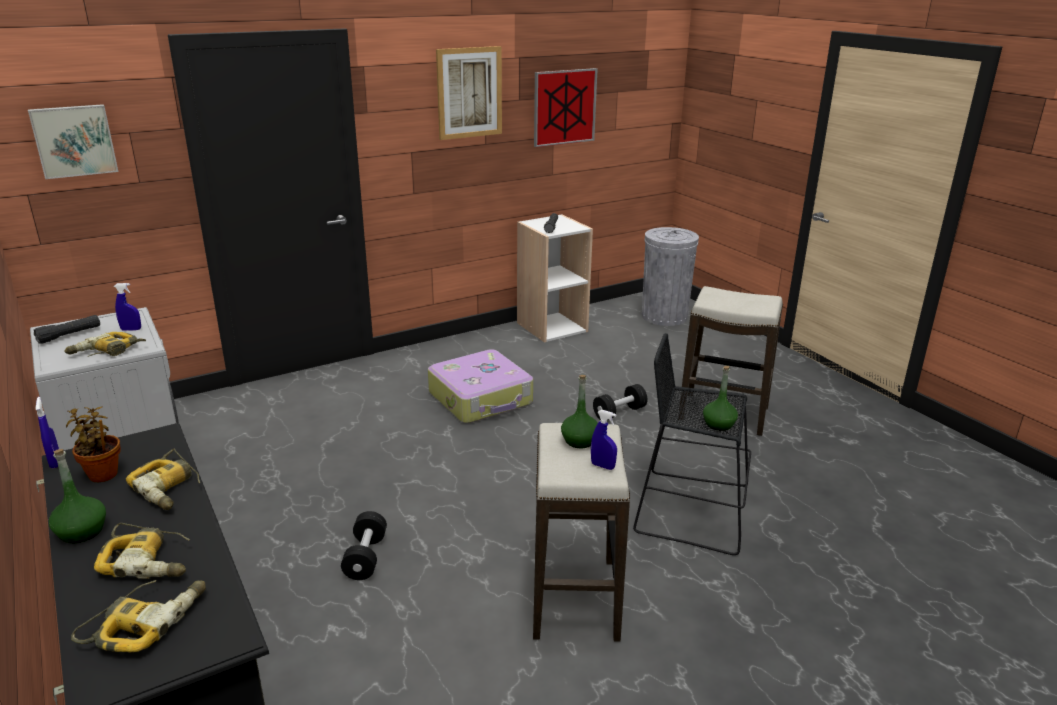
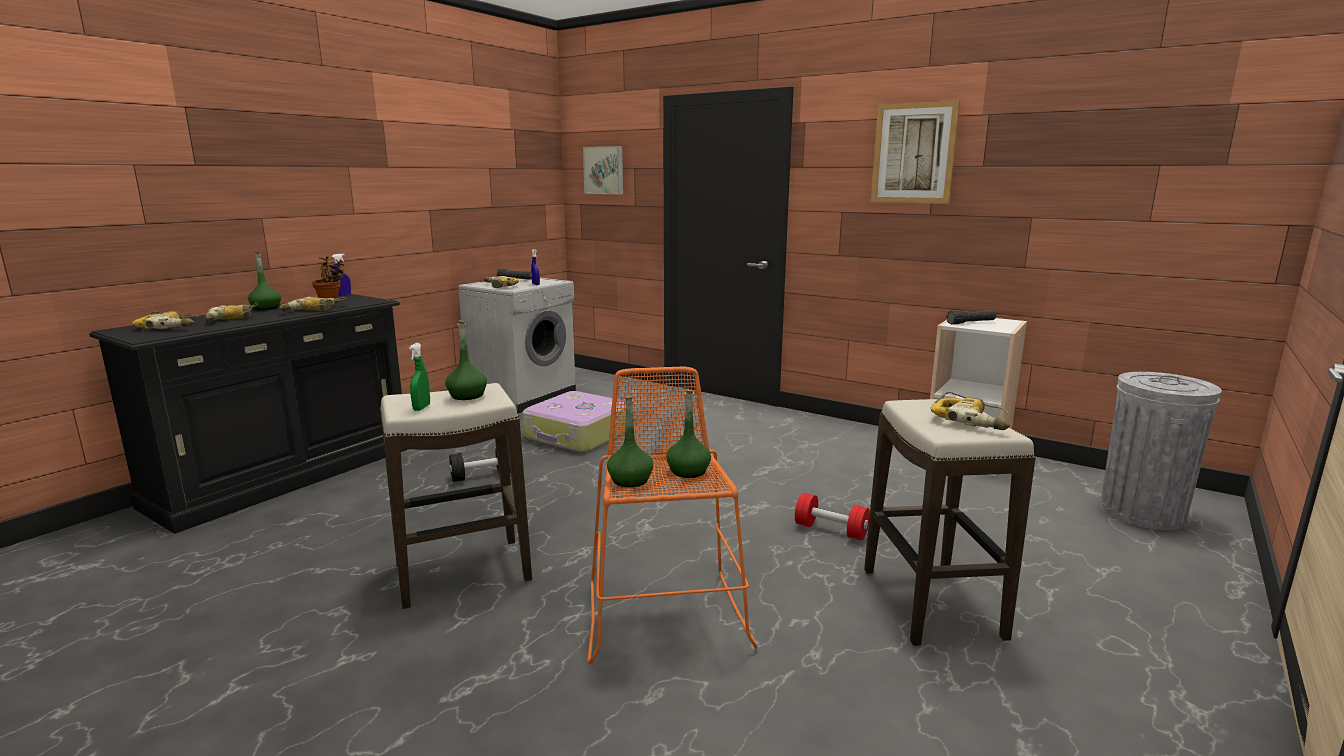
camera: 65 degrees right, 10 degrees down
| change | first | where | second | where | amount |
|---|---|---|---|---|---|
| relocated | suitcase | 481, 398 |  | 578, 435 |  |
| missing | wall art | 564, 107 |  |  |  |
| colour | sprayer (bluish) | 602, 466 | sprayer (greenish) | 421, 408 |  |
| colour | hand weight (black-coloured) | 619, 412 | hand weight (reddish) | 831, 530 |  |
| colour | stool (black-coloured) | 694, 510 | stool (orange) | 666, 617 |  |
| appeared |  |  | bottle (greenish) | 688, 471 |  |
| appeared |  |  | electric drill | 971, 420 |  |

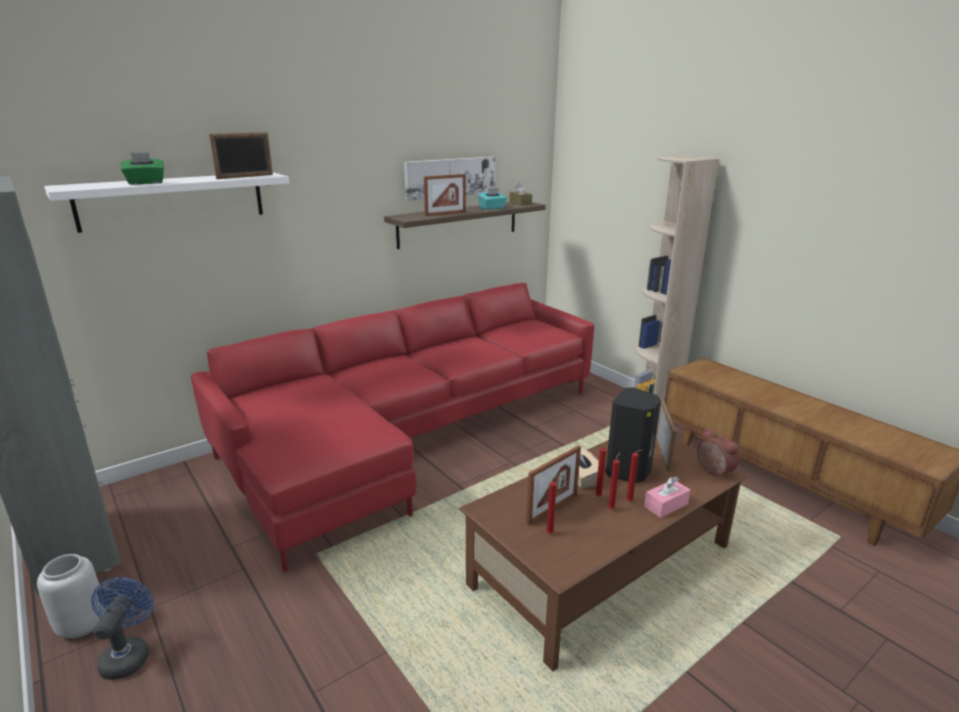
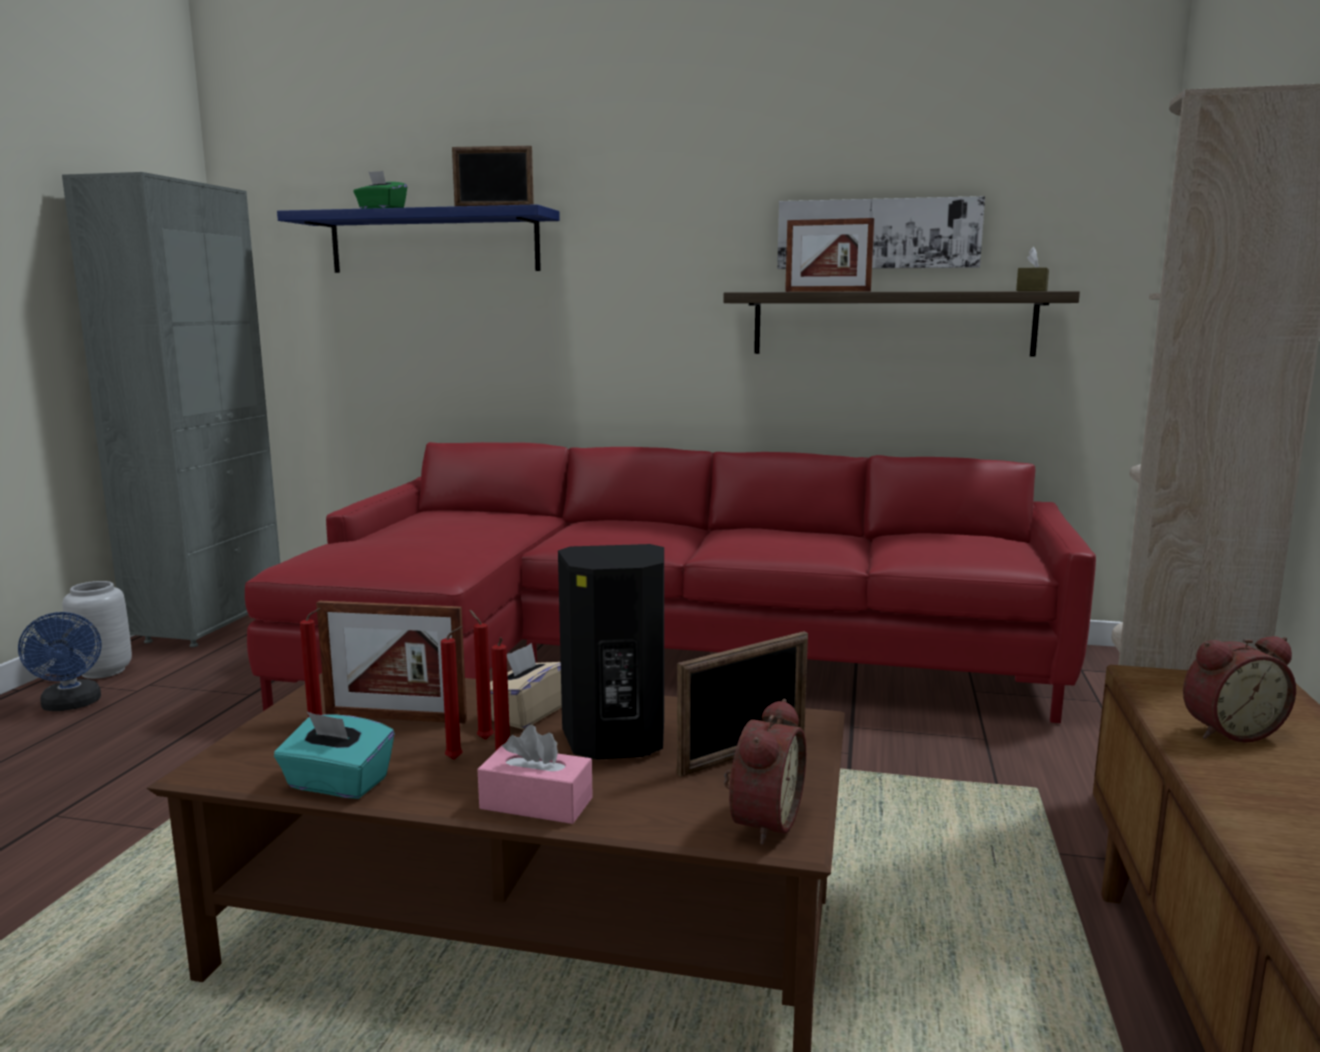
camera: 50 degrees right, 10 degrees down
| change | first | where | second | where | amount |
|---|---|---|---|---|---|
| colour | bracket shelf (whitish) | 173, 200 | bracket shelf (bluish) | 434, 243 |  |
| spun | electric fan (bluish) | 128, 654 |  | 71, 705 | 105 degrees clockwise |
| relocated | tissue holder (turquoise-coloured) | 492, 208 |  | 337, 784 |  |
| appeared |  |  | bedside clock | 1228, 731 |  |

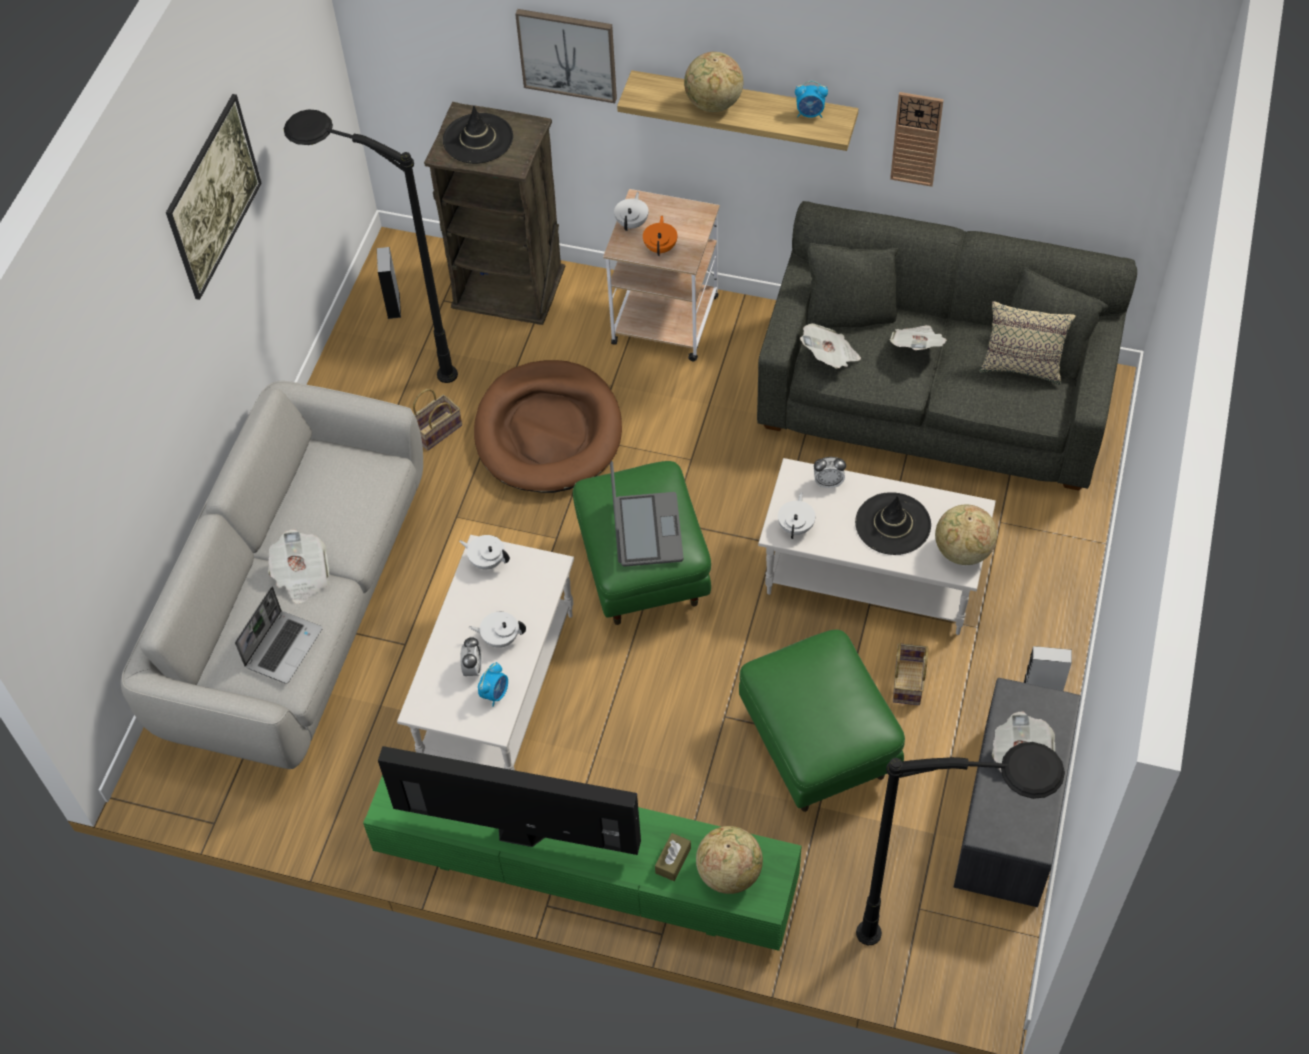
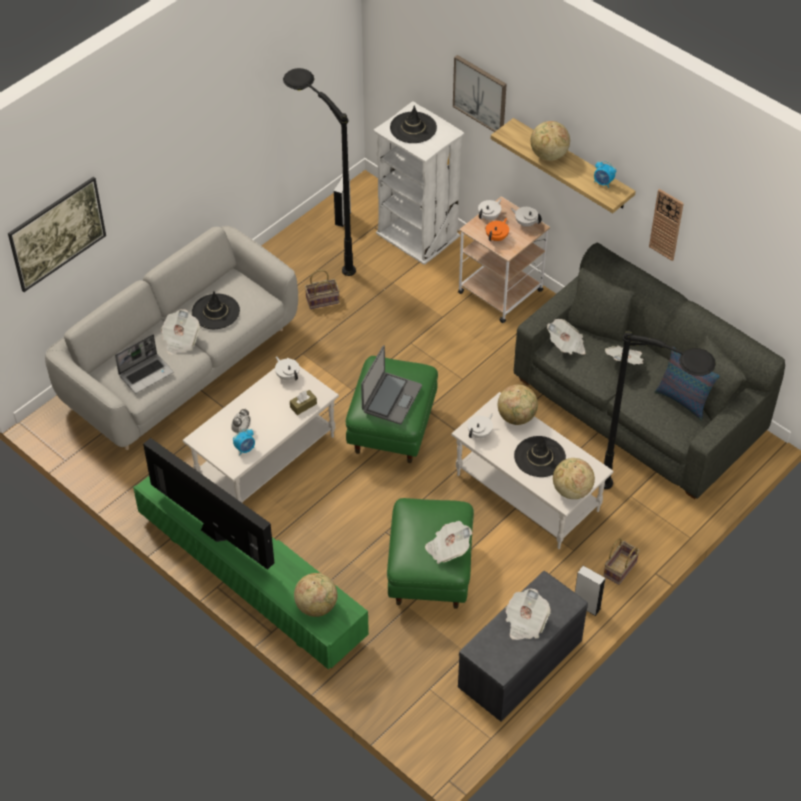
camera: 25 degrees right, 5 degrees down
| change | first | where | second | where | amount |
|---|---|---|---|---|---|
| relocated | wall art | 220, 218 |  | 60, 248 |  |
| colour | bookshelf (brown) | 509, 287 | bookshelf (whitish) | 418, 235 |  |
| relocated | teapot (whitish) | 500, 638 |  | 525, 223 |  |
| missing | pet bed (brown) | 548, 431 |  |  |  |
| relocated | tissue holder (brown) | 673, 860 |  | 303, 405 |  |
| exchanged | bedside clock | 828, 482 | globe | 516, 417 |  |
| relocated | standard lamp (black-coloured) | 949, 941 |  | 648, 505 |  |
| relocated | storage basket | 909, 683 |  | 620, 569 |  |
| colour | pillow (beige-coloured) | 1021, 369 | pillow (bluish) | 682, 401 |  |
| appeared |  |  | clothing hat (black-coloured) | 215, 312 |  |
| appeared |  |  | printed paper | 447, 549 |  |

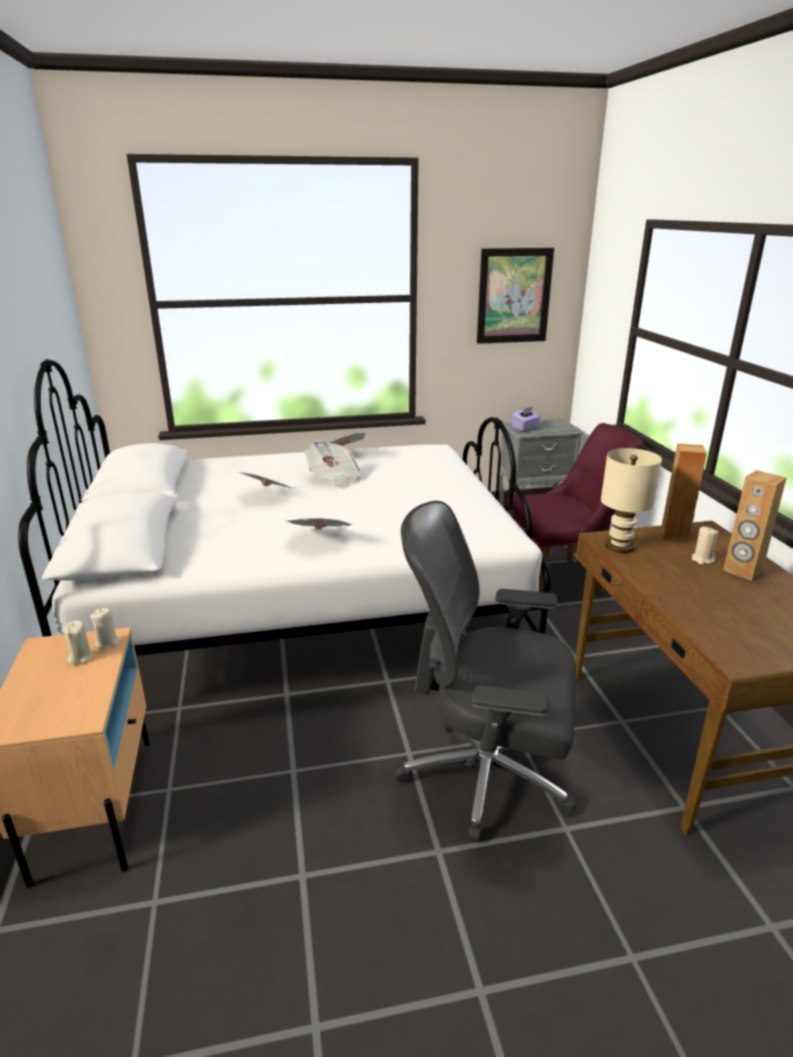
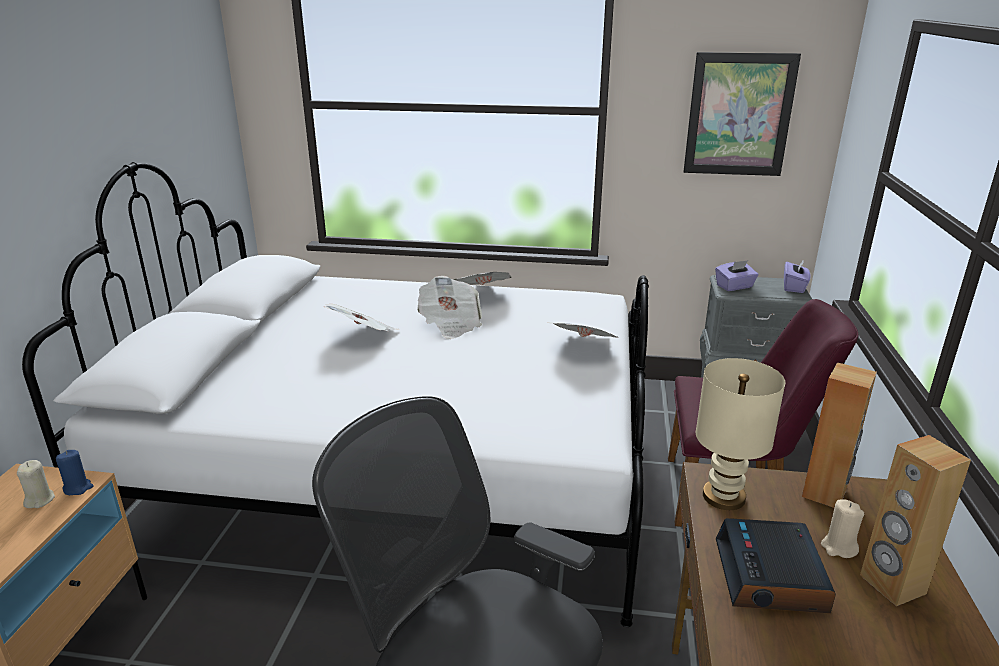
camera: 20 degrees right, 0 degrees up
| change | first | where | second | where | amount |
|---|---|---|---|---|---|
| colour | candle (beige-coloured) | 108, 643 | candle (bluish) | 78, 488 |  |
| relocated | printed paper | 320, 539 |  | 584, 348 |  |
| appeared |  |  | bedside clock | 771, 577 |  |
| appeared |  |  | tissue holder (purple-coloured) | 794, 287 |  |

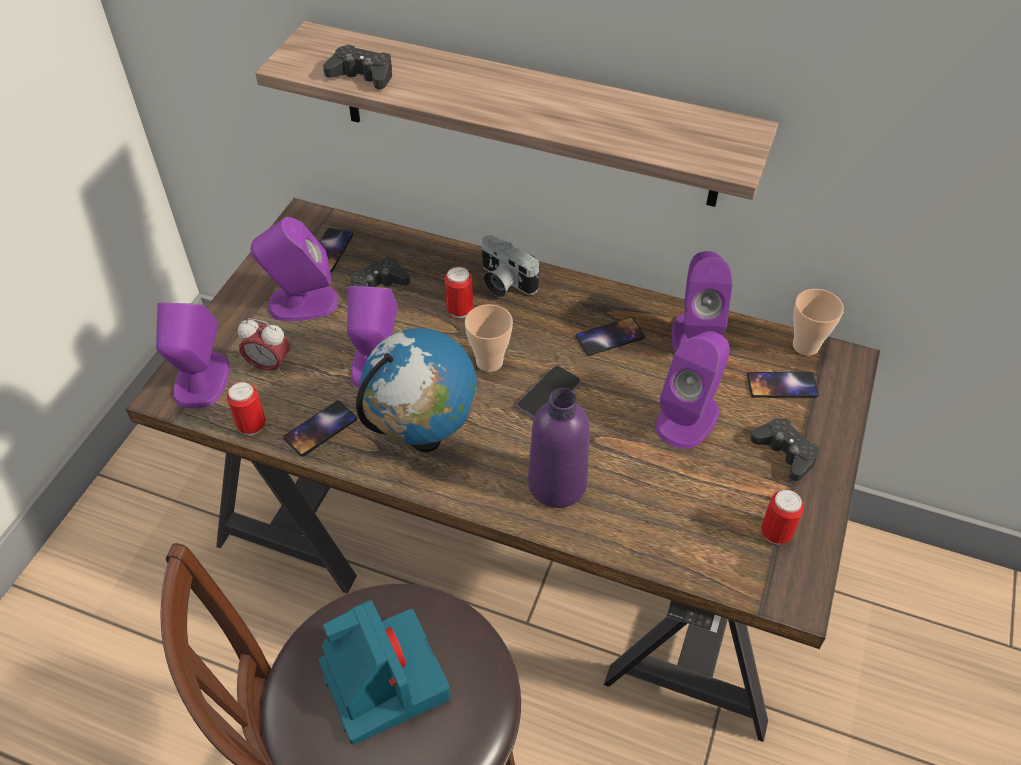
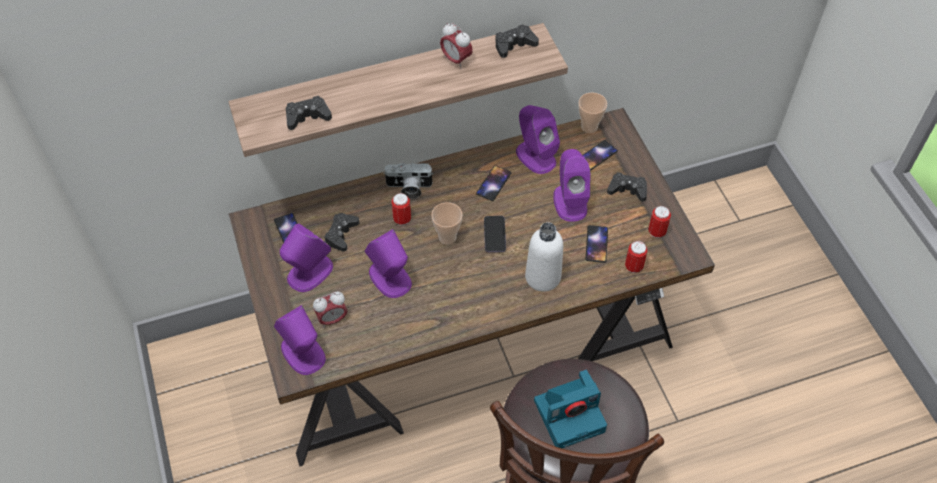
camera: 40 degrees left, 5 degrees up
| change | first | where | second | where | amount |
|---|---|---|---|---|---|
| relocated | can | 252, 426 |  | 633, 267 |  |
| relocated | handset | 320, 429 |  | 596, 244 |  |
| spun | photo camera | 382, 678 |  | 570, 414 | 135 degrees clockwise |
| missing | globe | 424, 438 |  |  |  |
| colour | bottle (purple-coloured) | 557, 484 | bottle (whitish) | 543, 277 |  |
| appeared |  |  | bedside clock | 456, 60 |  |
| appeared |  |  | gamepad (black-coloured) | 514, 45 |  |

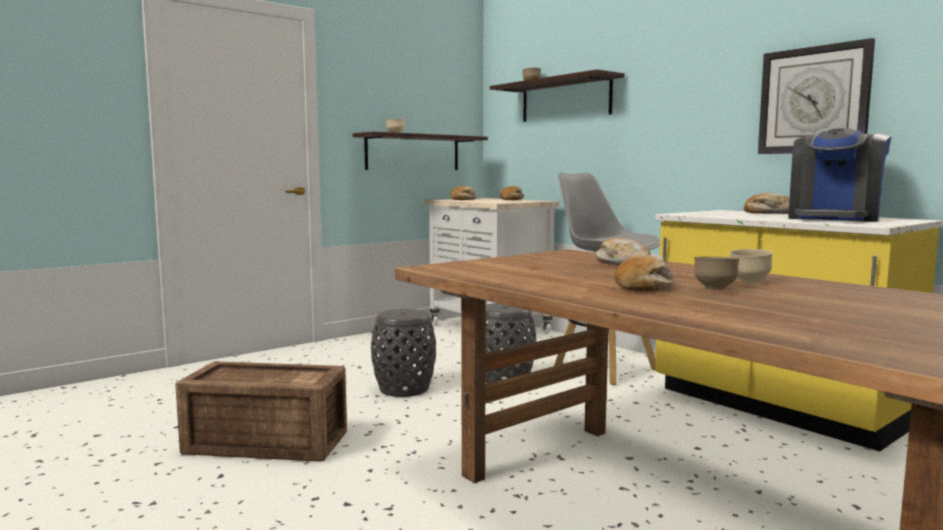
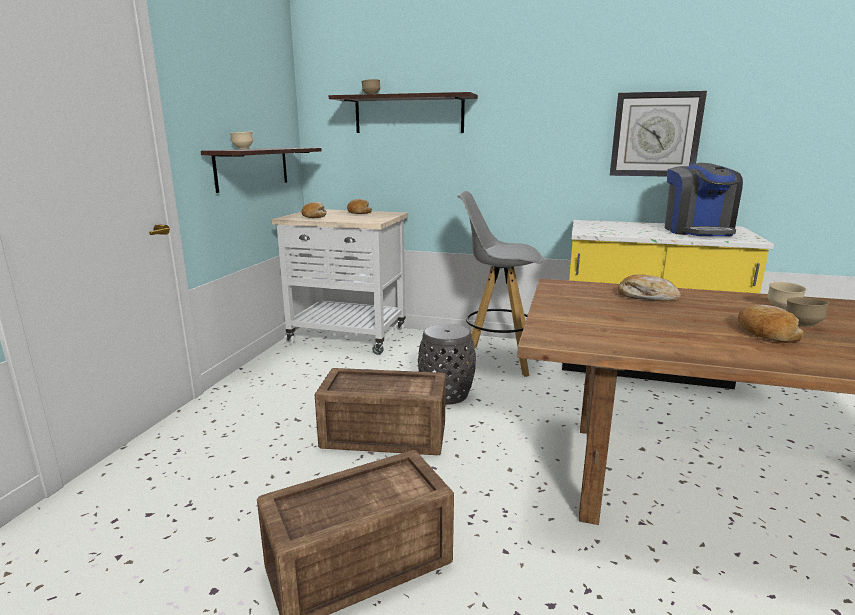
camera: 35 degrees left, 10 degrees up
| change | first | where | second | where | amount |
|---|---|---|---|---|---|
| exchanged | stool (grey) | 404, 389 | shipping crate | 382, 434 |  |
| missing | bakery bread | 770, 213 |  |  |  |

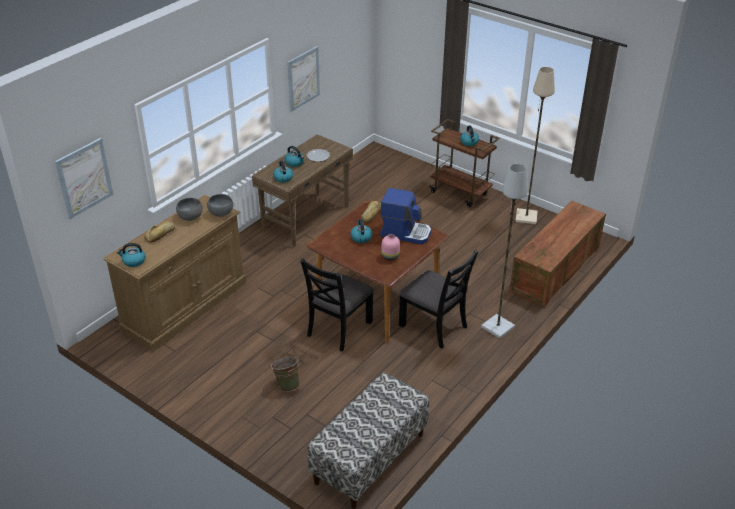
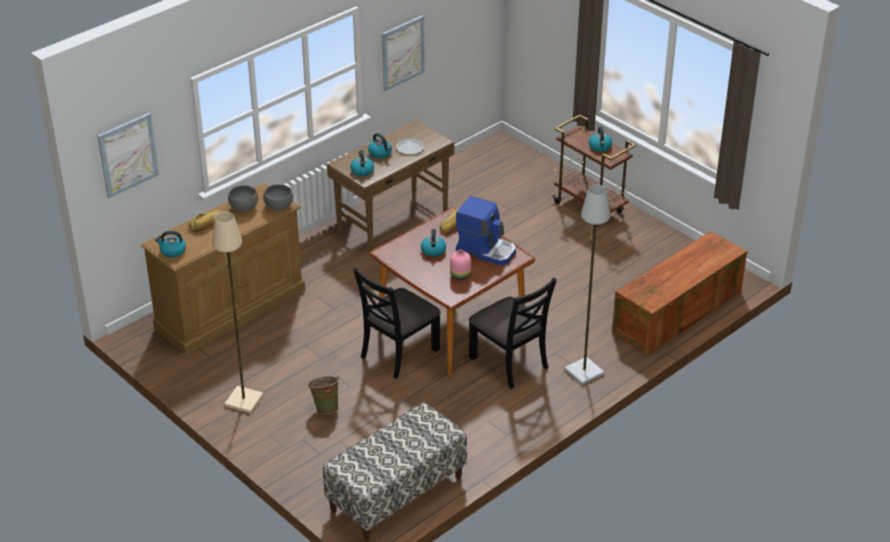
camera: 10 degrees right, 0 degrees up
| change | first | where | second | where | amount |
|---|---|---|---|---|---|
| relocated | standard lamp (beige-coloured) | 526, 217 |  | 243, 401 |  |

